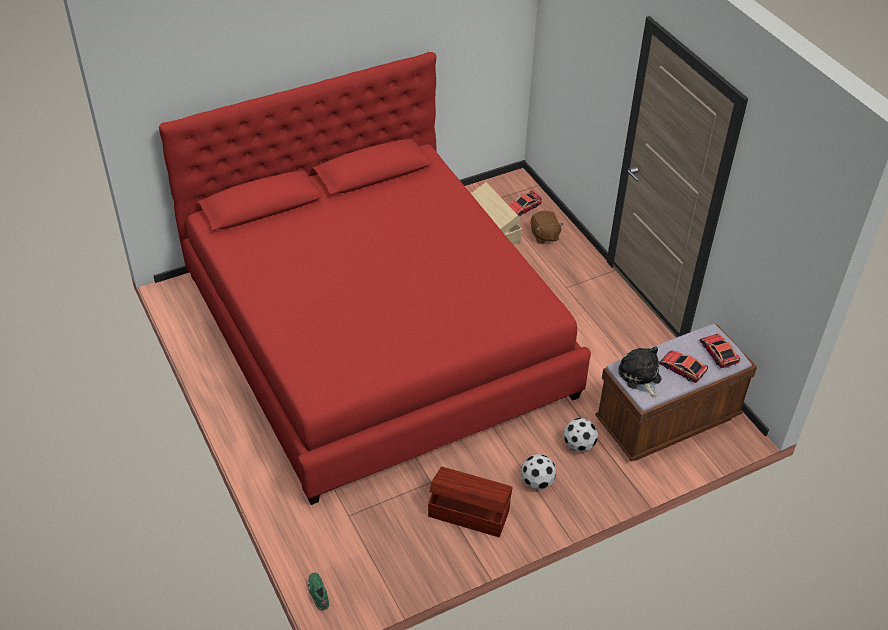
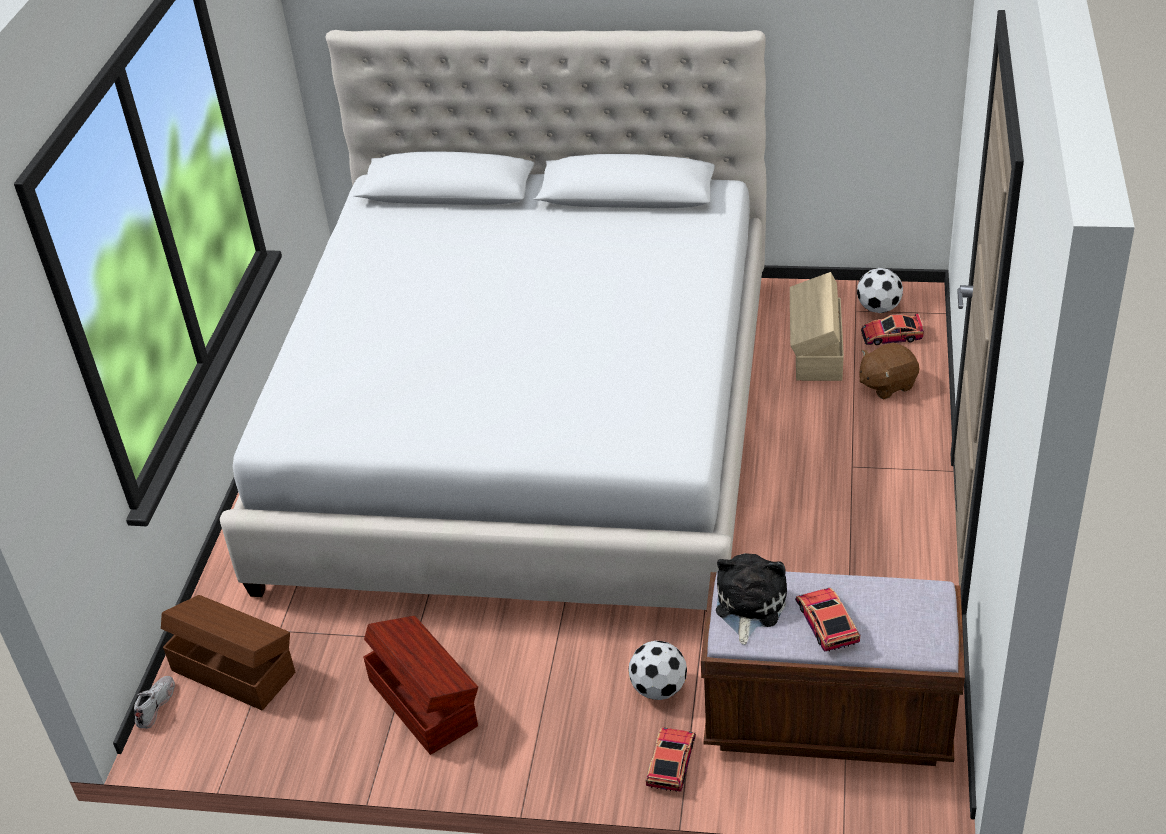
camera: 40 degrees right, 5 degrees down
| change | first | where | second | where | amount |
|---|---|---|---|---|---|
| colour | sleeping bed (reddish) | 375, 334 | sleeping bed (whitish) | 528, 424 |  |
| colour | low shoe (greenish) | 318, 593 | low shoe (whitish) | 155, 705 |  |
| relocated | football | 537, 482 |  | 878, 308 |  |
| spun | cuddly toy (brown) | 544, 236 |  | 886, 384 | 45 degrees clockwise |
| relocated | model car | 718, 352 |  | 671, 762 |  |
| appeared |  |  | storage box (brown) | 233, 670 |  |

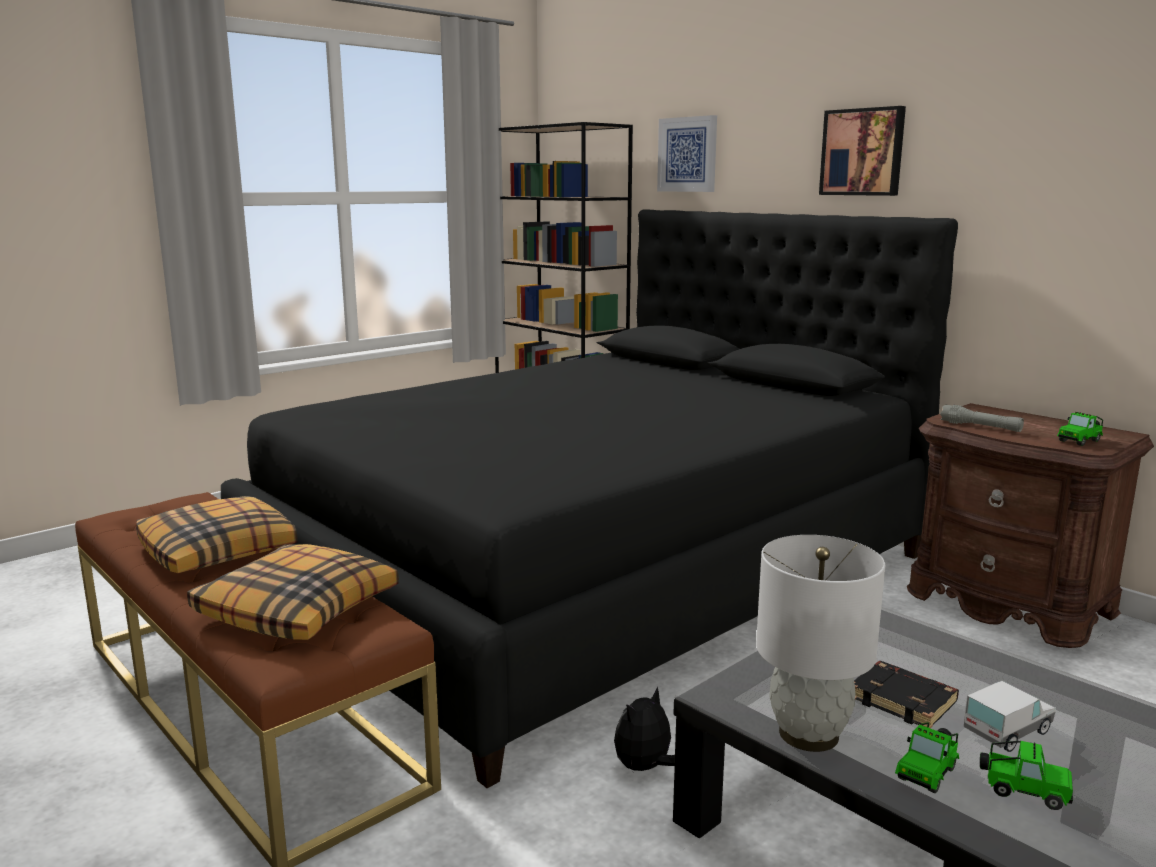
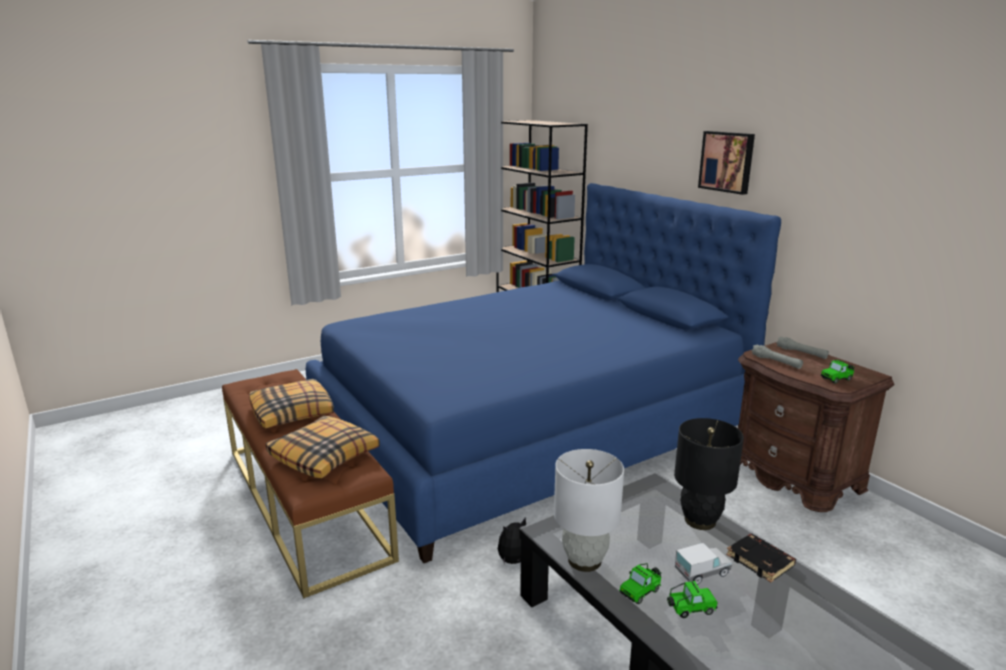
camera: 10 degrees right, 5 degrees up
| change | first | where | second | where | amount |
|---|---|---|---|---|---|
| colour | sleeping bed (black-coloured) | 596, 573 | sleeping bed (bluish) | 530, 430 |  |
| missing | wall art | 687, 154 |  |  |  |
| relocated | volume (black-coloured) | 904, 700 |  | 761, 561 |  |
| spun | model car | 1022, 791 |  | 689, 609 | 45 degrees counterclockwise |
| appeared |  |  | lamp for a table (black-coloured) | 700, 520 |  |
| appeared |  |  | hand torch (grey) | 801, 353 |  |

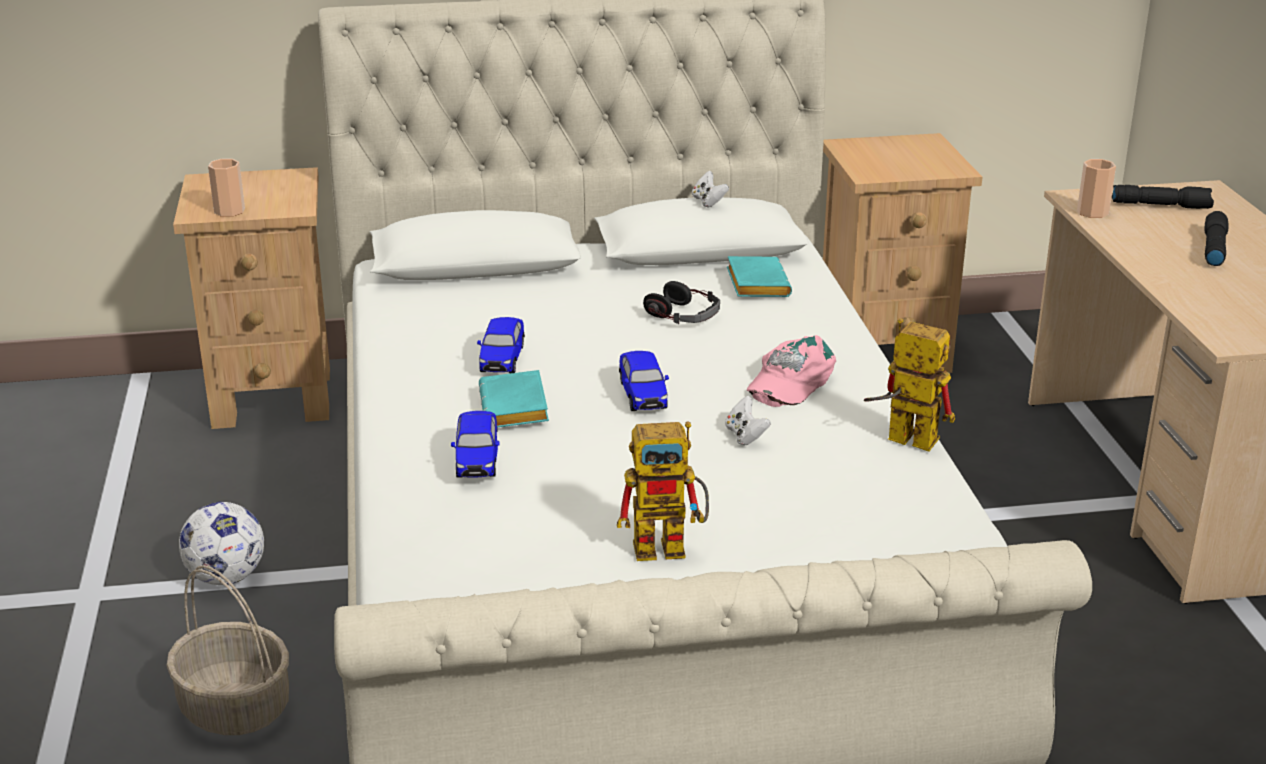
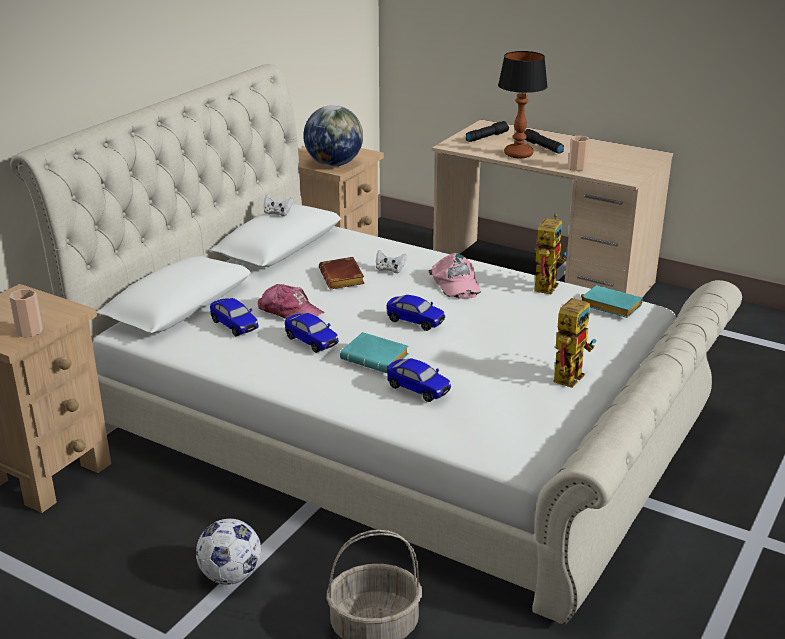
camera: 50 degrees left, 0 degrees up
| change | first | where | second | where | amount |
|---|---|---|---|---|---|
| exchanged | pair of headphones | 683, 314 | volume (brown) | 343, 278 |  |
| relocated | gamepad (whitish) | 745, 436 |  | 390, 270 |  |
| relocated | volume (turquoise-coloured) | 755, 283 |  | 608, 307 |  |
| spun | robot figure | 901, 439 |  | 545, 284 | 135 degrees clockwise |
| relocated | drinking cup | 1092, 212 |  | 577, 167 |  |
| appeared |  |  | model car | 234, 326 |  |
| appeared |  |  | cap | 290, 312 |  |
| appeared |  |  | globe | 334, 164 |  |
| appeared |  |  | lamp for a table | 519, 154 |  |

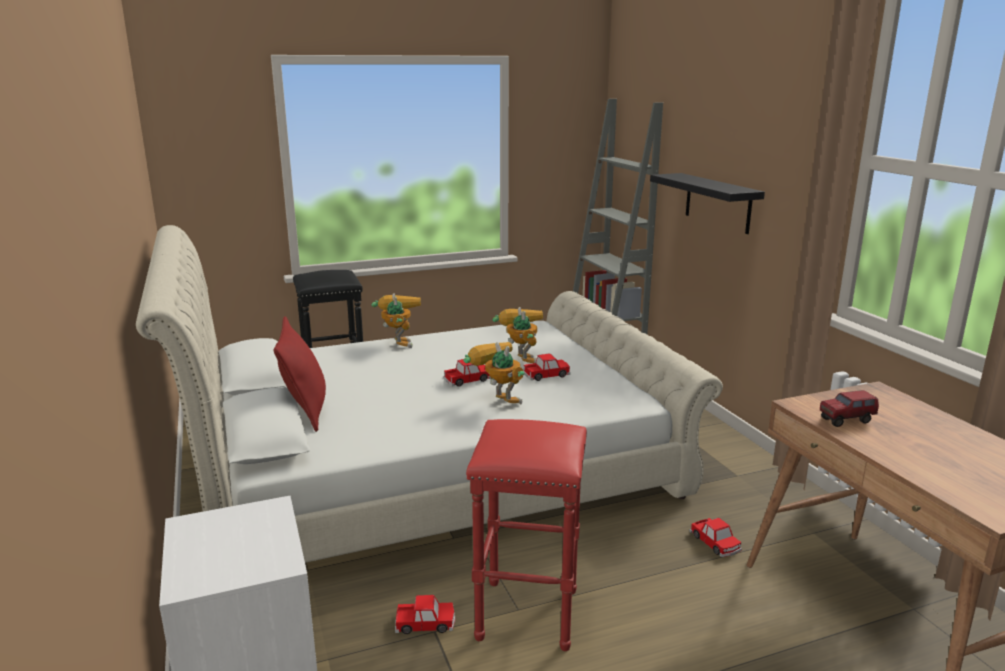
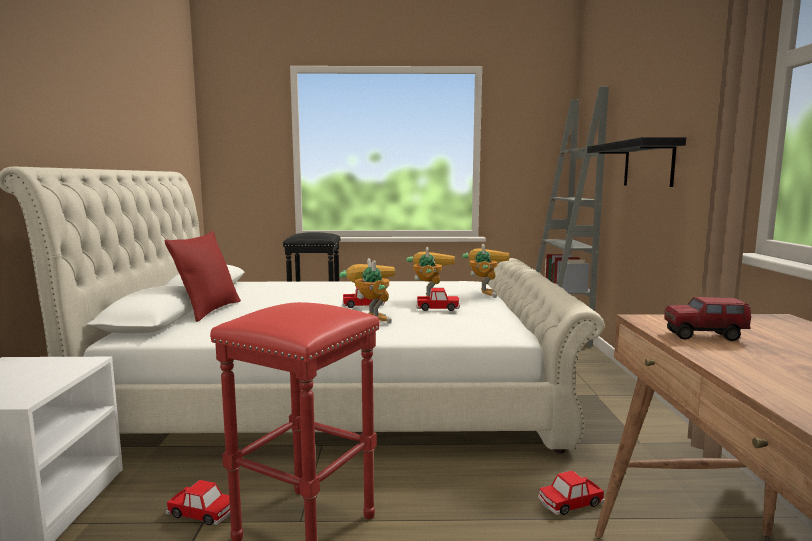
camera: 20 degrees right, 10 degrees down
| change | first | where | second | where | amount |
|---|---|---|---|---|---|
| relocated | robot figure | 398, 342 |  | 484, 294 |  |
| spun | model car | 715, 543 |  | 570, 502 | 75 degrees clockwise |

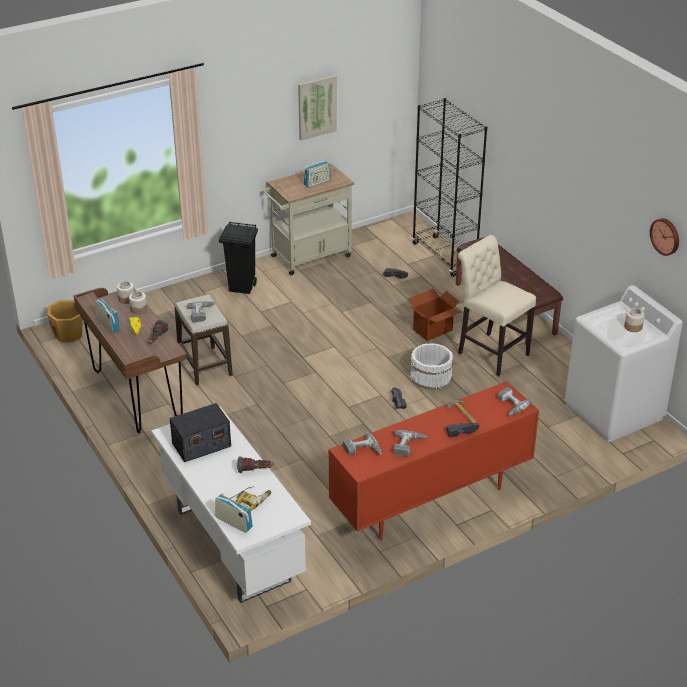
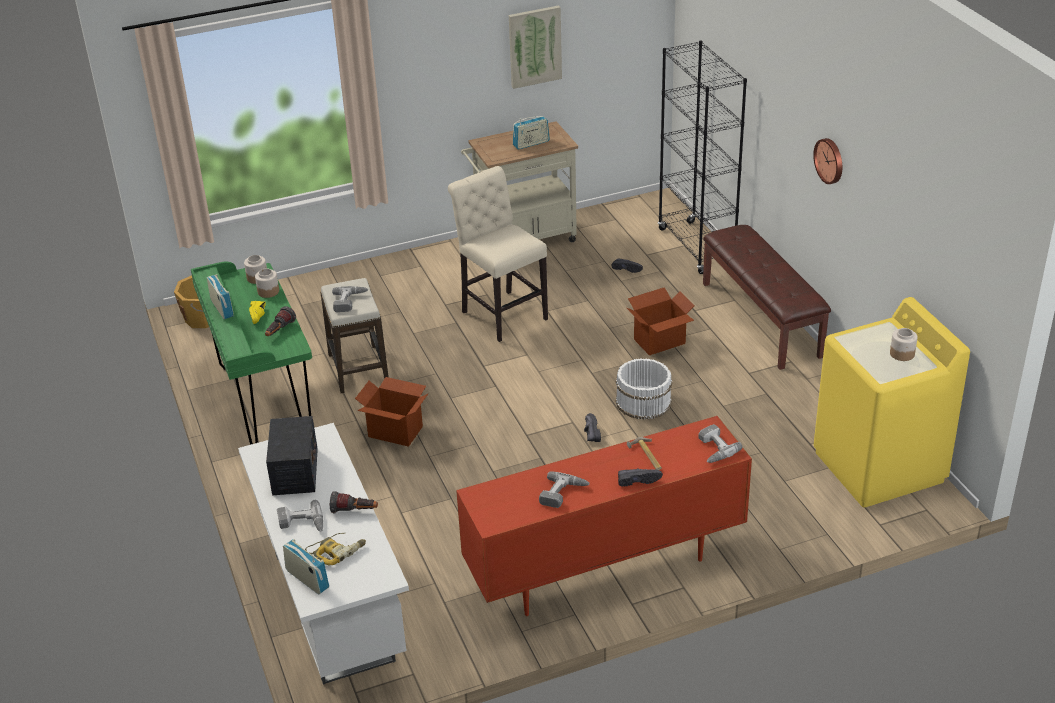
camera: 10 degrees right, 0 degrees up
| change | first | where | second | where | amount |
|---|---|---|---|---|---|
| colour | desk table (brown) | 136, 395 | desk table (greenish) | 264, 400 |  |
| spun | radio set | 201, 445 |  | 295, 472 | 75 degrees counterclockwise |
| missing | rubbish bin (black-coloured) | 242, 287 |  |  |  |
| relocated | electric drill | 362, 450 |  | 301, 524 |  |
| relocated | stool (beige-coloured) | 490, 352 |  | 502, 313 |  |
| colour | laundry machine (whitish) | 614, 412 | laundry machine (yellow) | 879, 467 |  |
| relocated | clock on the wall | 666, 236 |  | 830, 160 |  |
| appeared |  |  | cardboard box | 395, 431 |  |

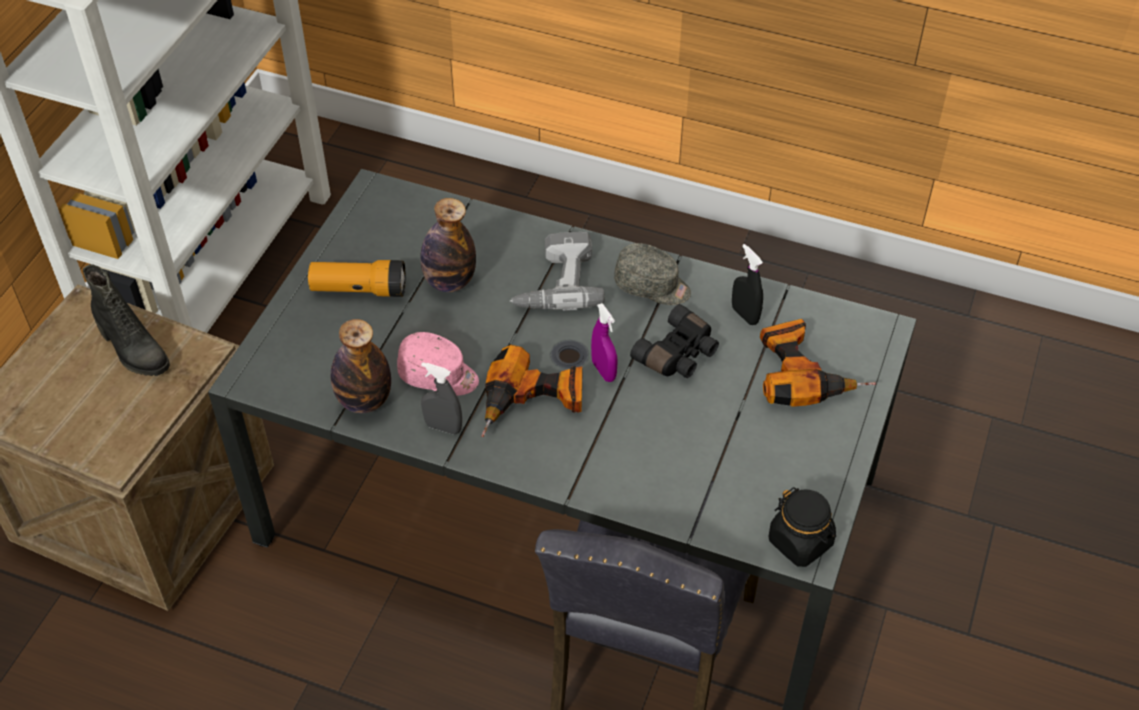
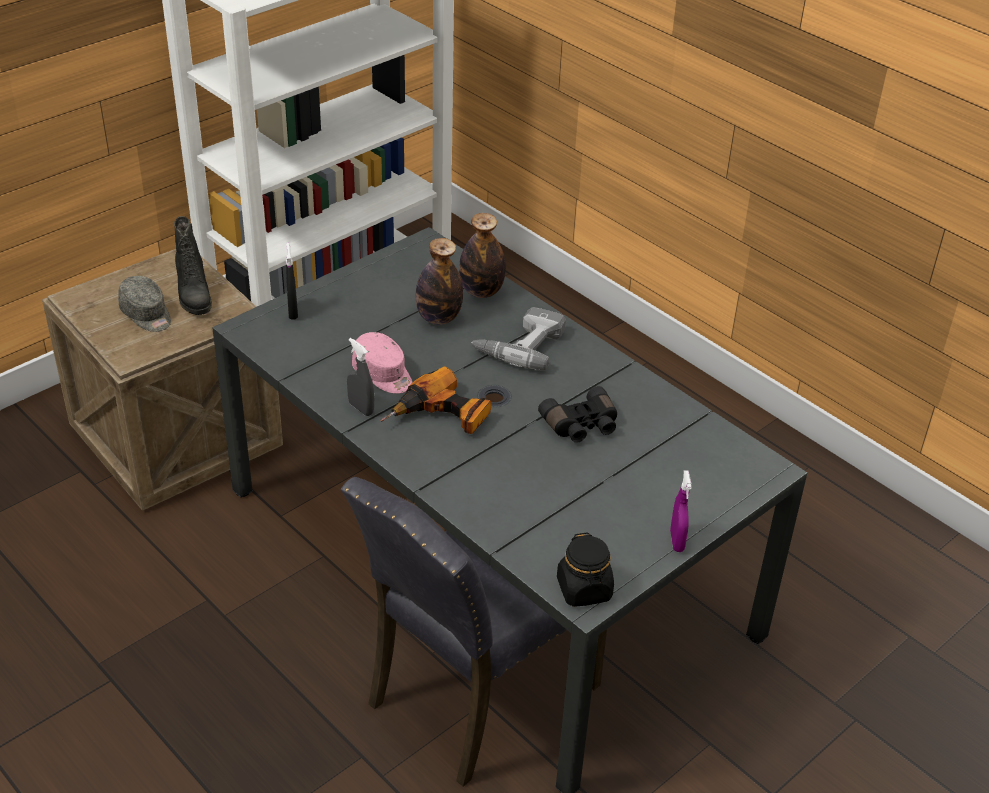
camera: 25 degrees right, 10 degrees down
| change | first | where | second | where | amount |
|---|---|---|---|---|---|
| missing | hand torch | 359, 289 |  |  |  |
| relocated | bottle | 364, 400 |  | 481, 291 |  |
| relocated | sprayer (purple-coloured) | 603, 371 |  | 677, 541 |  |
| relocated | cap (grey) | 652, 286 |  | 147, 315 |  |
| relocated | sprayer (black-coloured) | 744, 315 |  | 293, 312 |  |
| missing | electric drill | 804, 372 |  |  |  |

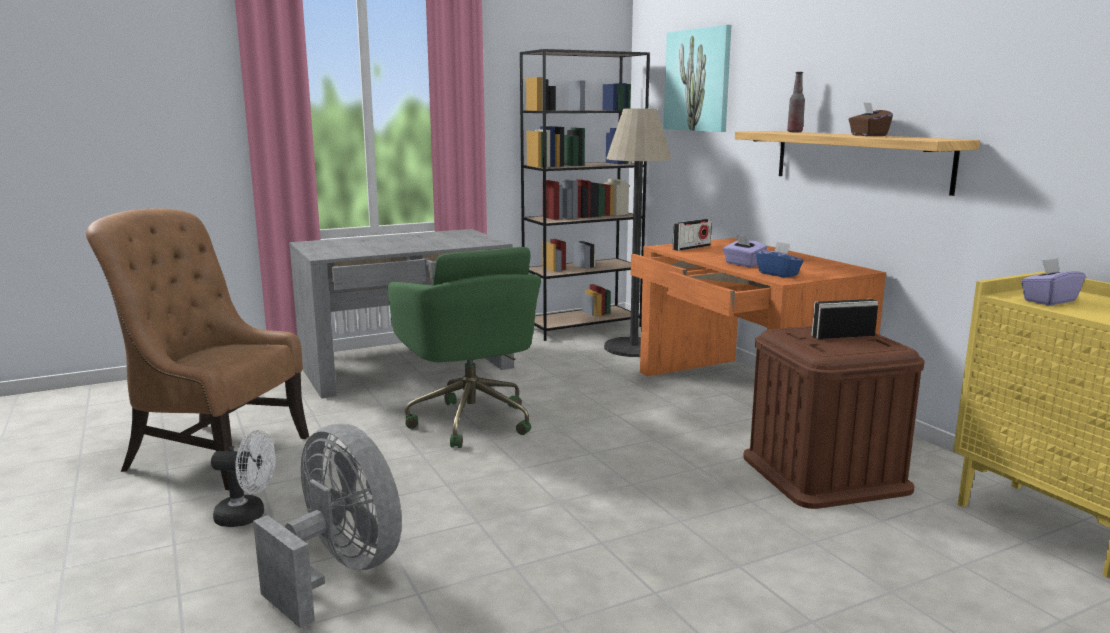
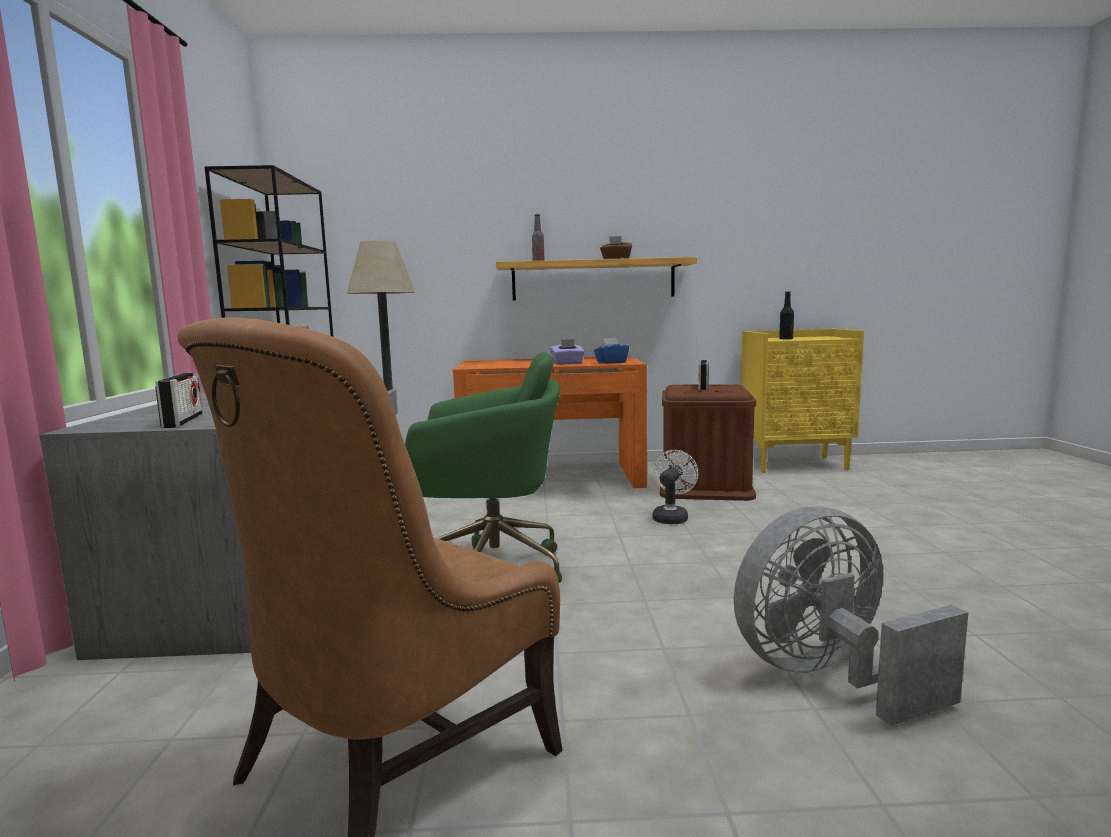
camera: 65 degrees left, 5 degrees down
| change | first | where | second | where | amount |
|---|---|---|---|---|---|
| relocated | electric fan (whitish) | 248, 516 |  | 672, 517 |  |
| missing | wall art | 697, 80 |  |  |  |
| relocated | radio set | 691, 247 |  | 183, 421 |  |
| exchanged | tissue holder (purple-coloured) | 1048, 301 | bottle (black-coloured) | 786, 339 |  |

